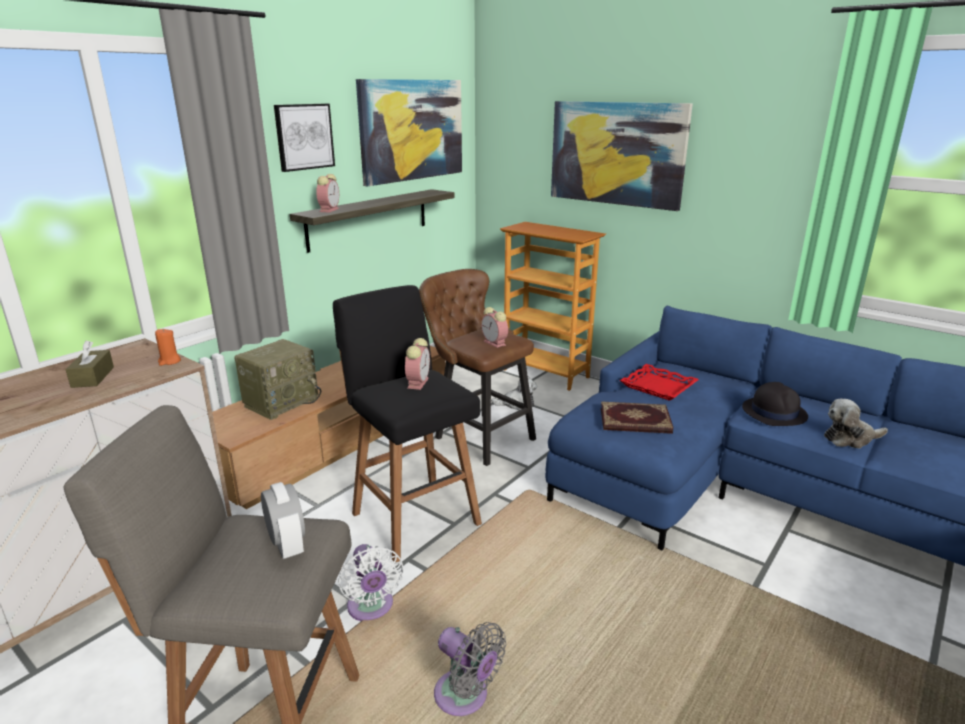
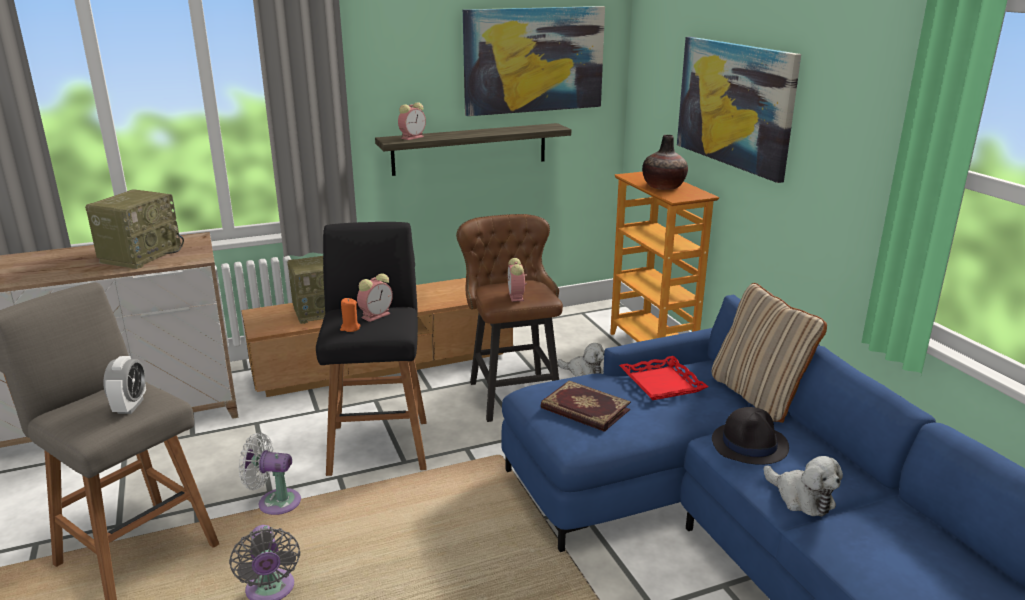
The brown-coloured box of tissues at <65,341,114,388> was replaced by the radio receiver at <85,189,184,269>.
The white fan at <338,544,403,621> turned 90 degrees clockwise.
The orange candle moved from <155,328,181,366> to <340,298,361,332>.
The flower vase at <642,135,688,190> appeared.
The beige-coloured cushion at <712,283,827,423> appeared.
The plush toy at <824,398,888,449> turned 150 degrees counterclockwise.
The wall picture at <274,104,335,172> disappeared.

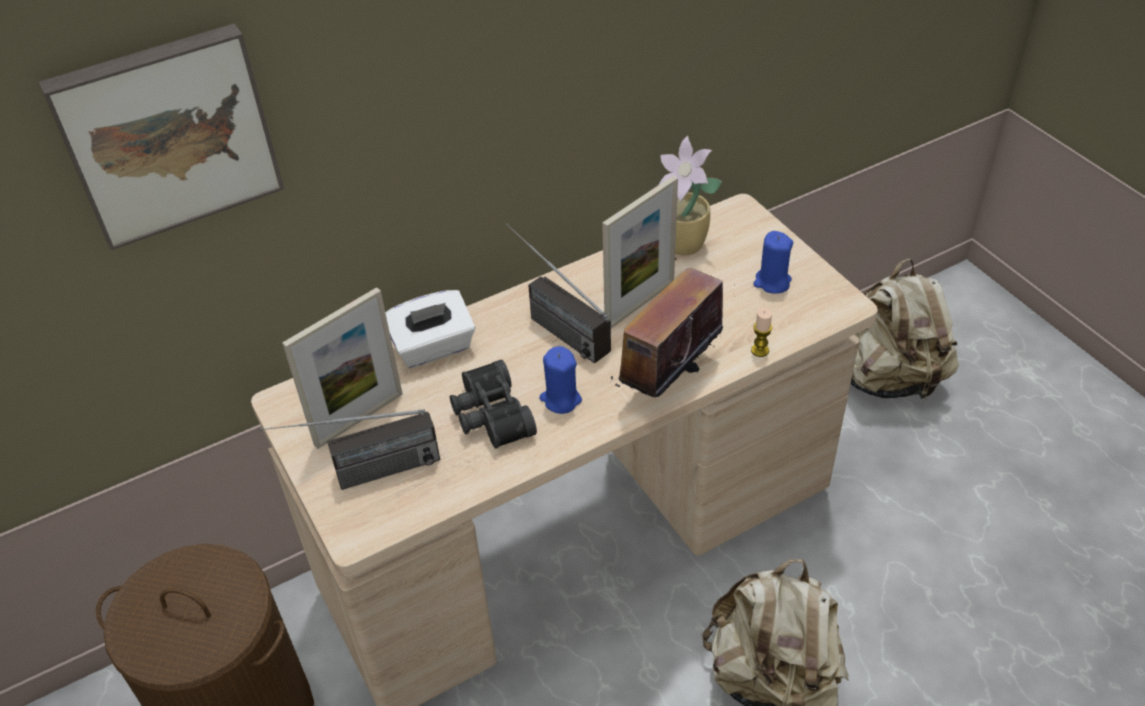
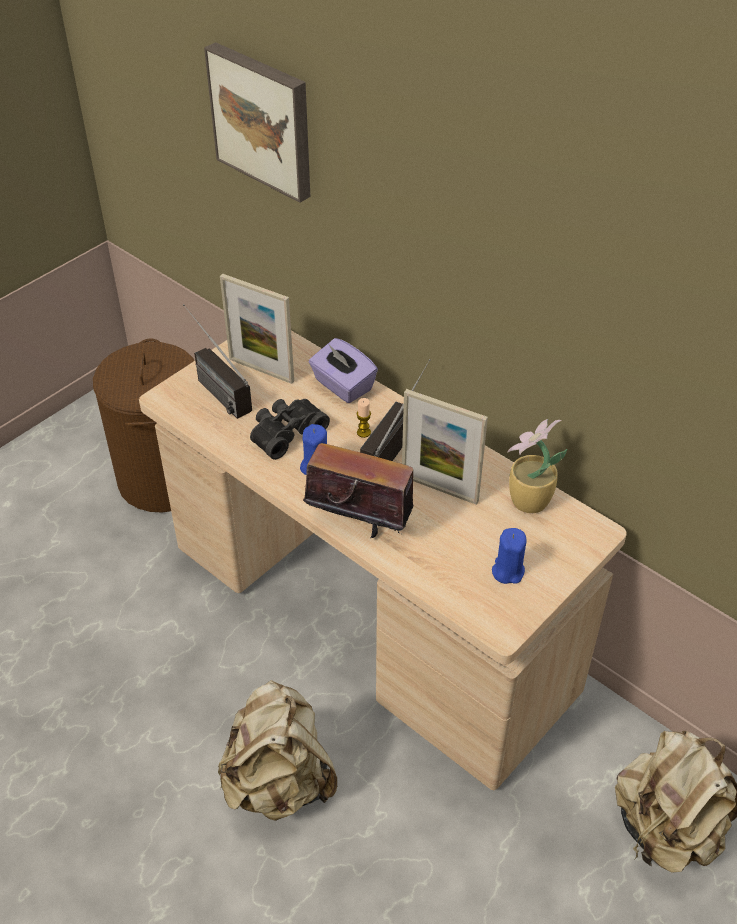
The white box of tissues at <385,290,475,368> became the purple-coloured box of tissues at <309,338,378,403>.
The candle moved from <751,307,772,357> to <357,398,371,438>.

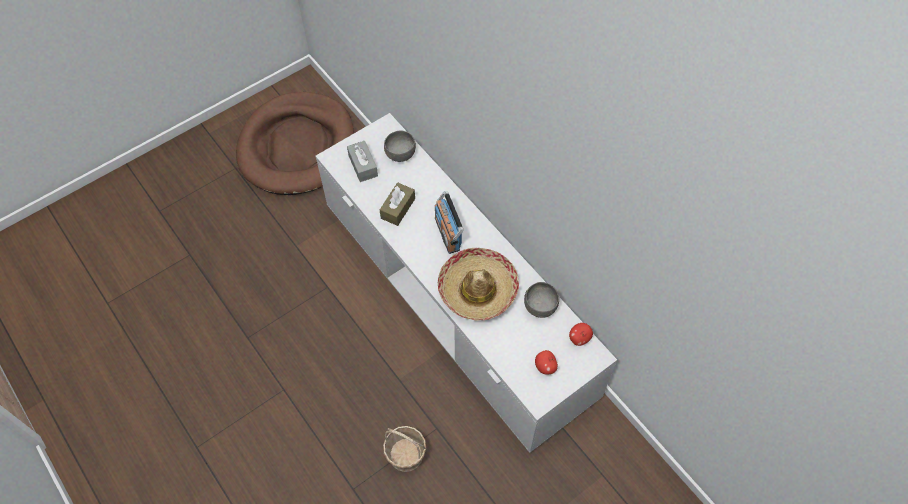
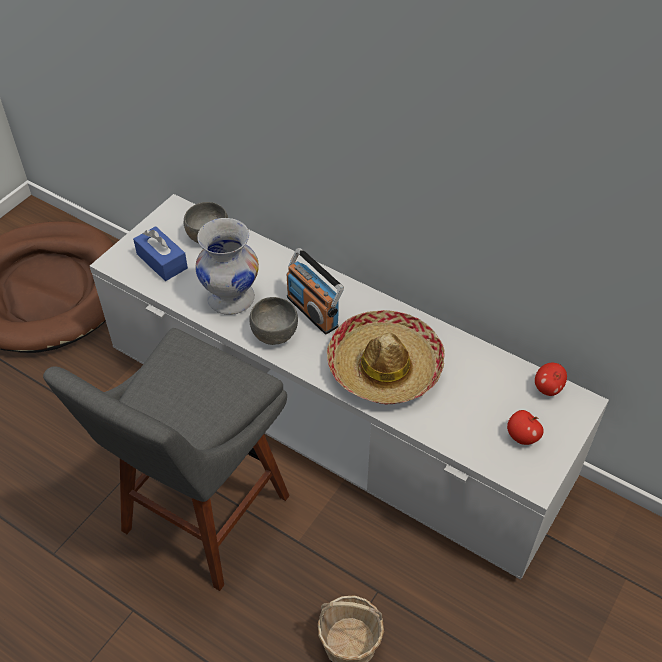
The greyish stool at <43,328,290,591> appeared.
The greyish box of tissues at <347,141,378,182> became the blue box of tissues at <133,226,188,281>.
The brown-coloured box of tissues at <380,183,415,226> was replaced by the white flower vase at <195,218,259,315>.
The greyish serving bowl moved from <524,282,559,318> to <249,297,298,345>.

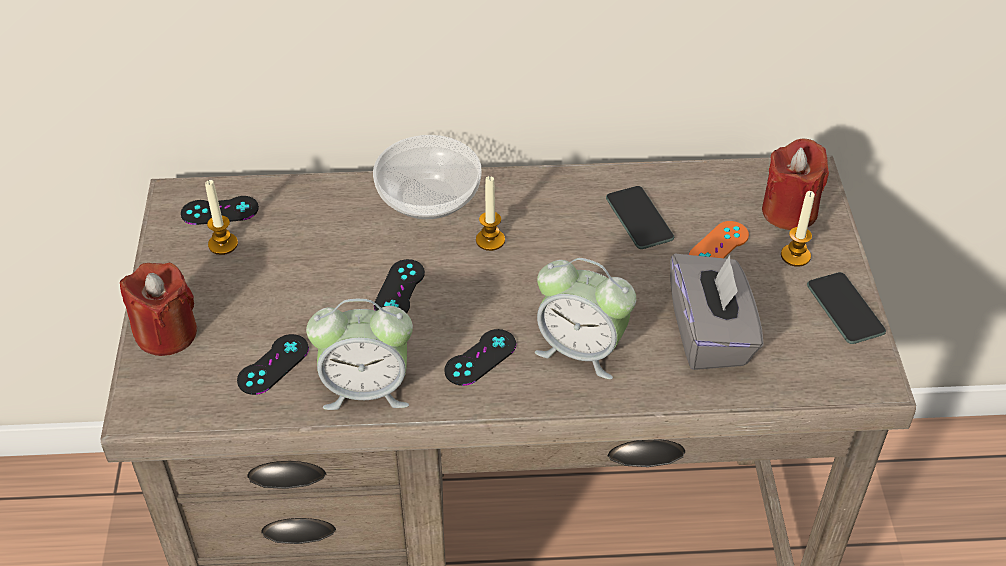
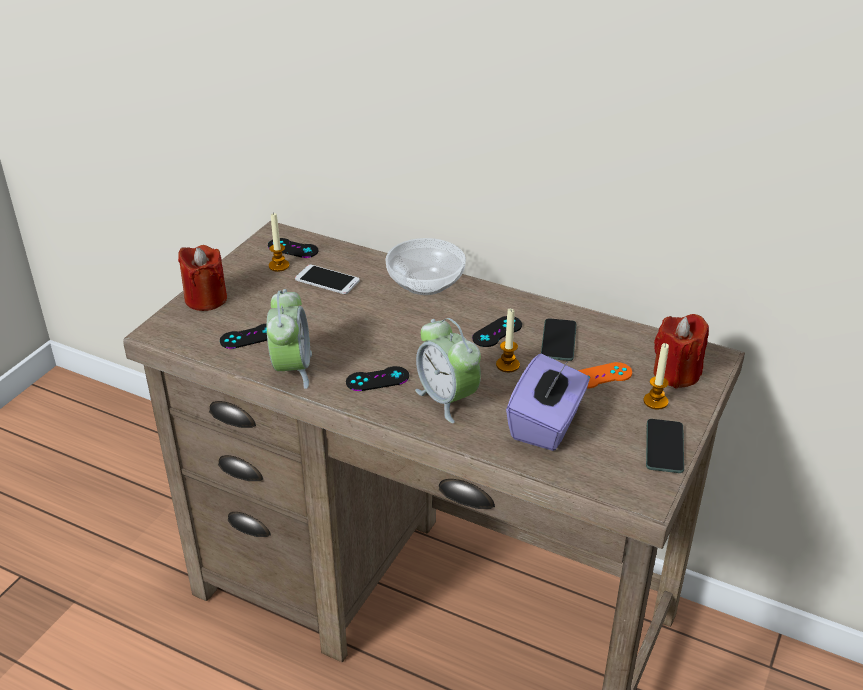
The table clock at <306,299,413,410> turned 120 degrees counterclockwise.
The telephone at <295,264,360,294> appeared.
The blackish game controller moved from <374,259,425,313> to <472,316,522,347>.
The candle moved from <476,176,505,251> to <496,309,520,372>.
The greyish box of tissues at <670,254,763,370> became the purple-coloured box of tissues at <506,354,590,451>.

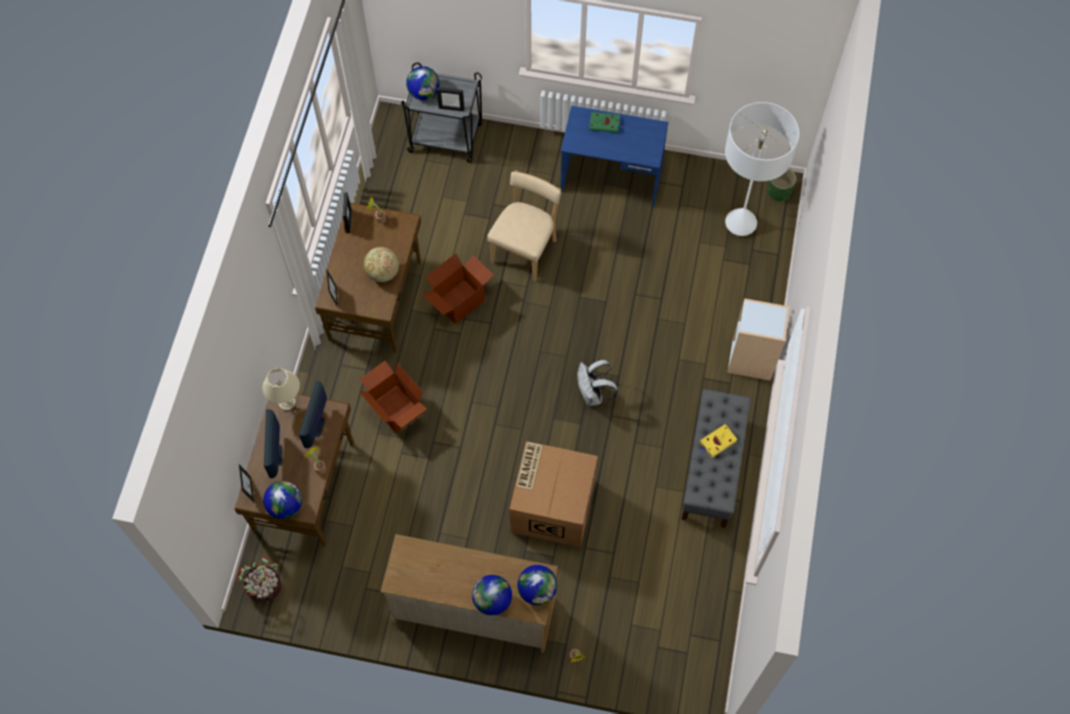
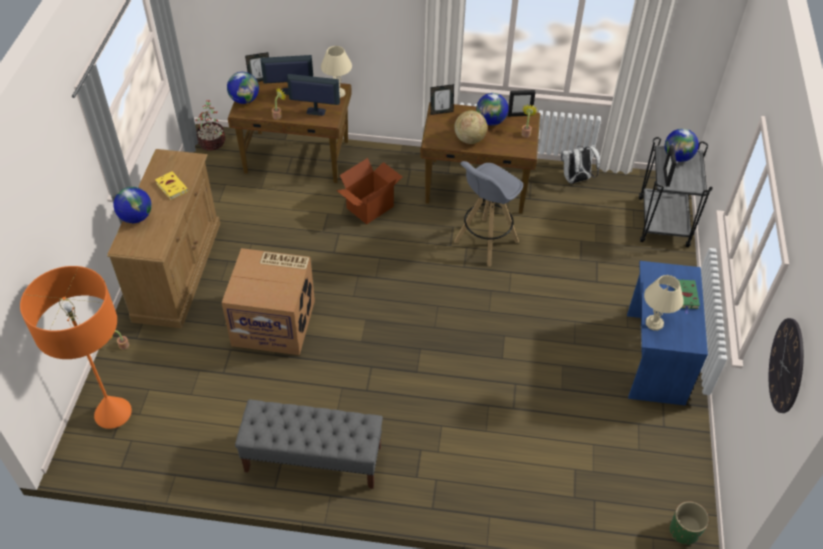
The orange standing lamp at <20,266,132,429> appeared.
The yellow-coloured book moved from <699,424,738,458> to <155,172,188,200>.
The cardboard box at <422,253,494,324> was replaced by the greyish stool at <454,161,523,267>.
The globe moved from <517,565,557,605> to <476,93,509,125>.
The white backpack moved from <577,359,618,406> to <561,145,600,184>.
The beige-coloured lamp for a table at <644,275,684,331> appeared.
The hanging clock at <769,318,804,413> appeared.
The beige-coloured upright chair at <487,171,561,281> disappeared.
The white standing lamp at <725,102,799,236> disappeared.
The bookshelf at <727,298,790,381> disappeared.

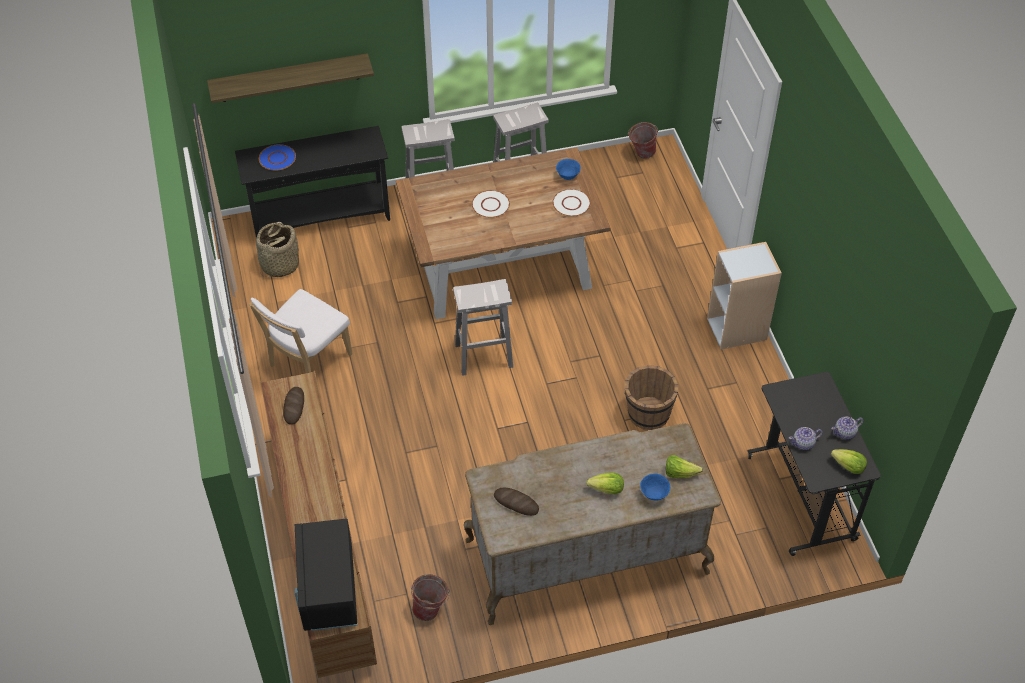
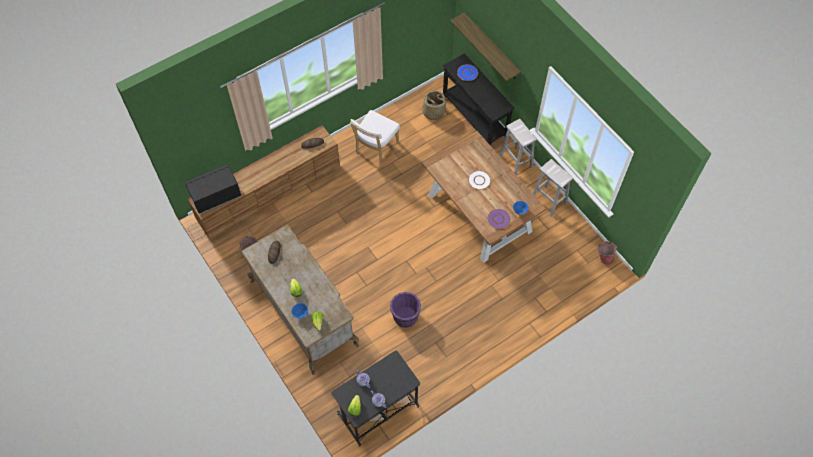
The white upright chair at <249,289,353,373> turned 75 degrees counterclockwise.
The brown-coloured water bucket at <625,365,678,430> became the purple-coloured water bucket at <390,292,421,328>.
The white plate at <552,189,591,217> became the purple-coloured plate at <487,209,511,229>.
The white stool at <453,279,513,376> disappeared.
The bookshelf at <707,242,782,350> disappeared.

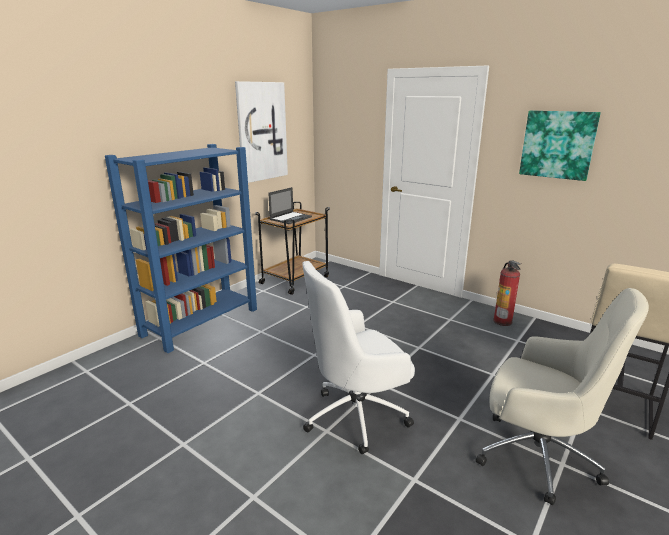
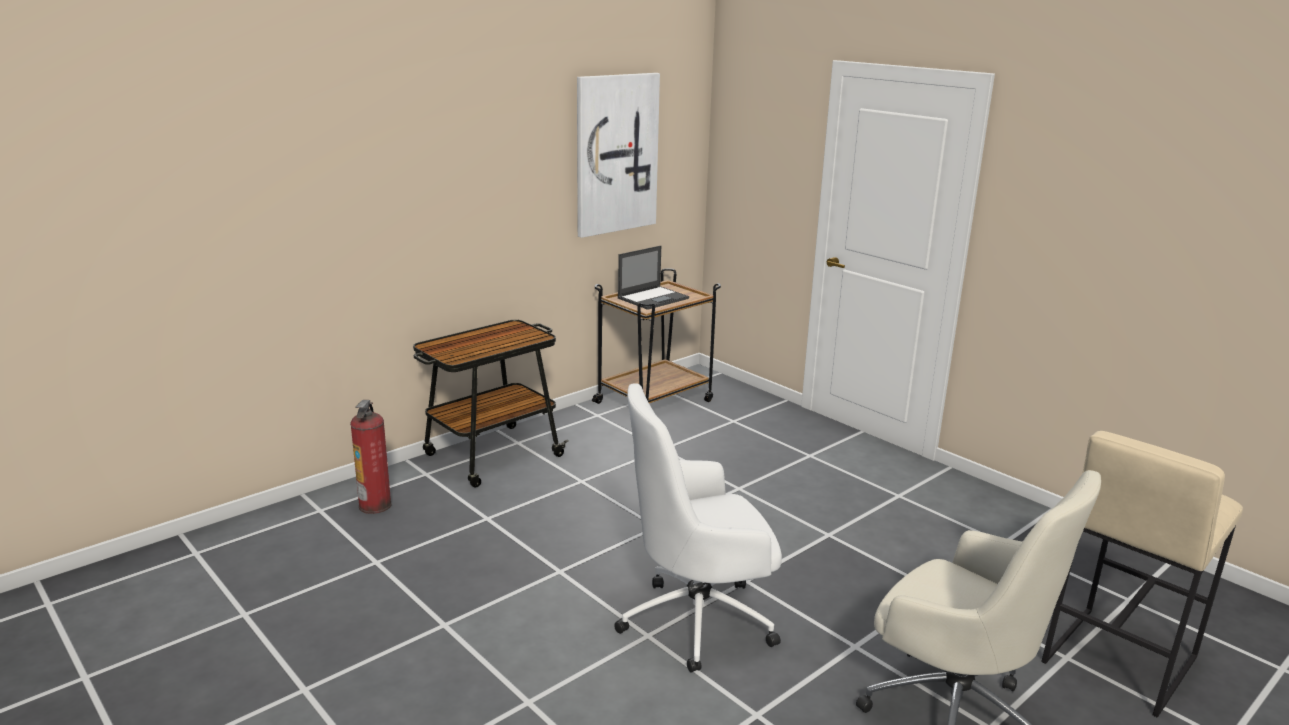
The fire-fighting cylinder moved from <493,260,521,326> to <350,400,392,514>.
The blue bookshelf at <105,144,257,353> was replaced by the cart at <413,320,569,488>.
The wall picture at <519,110,601,181> disappeared.

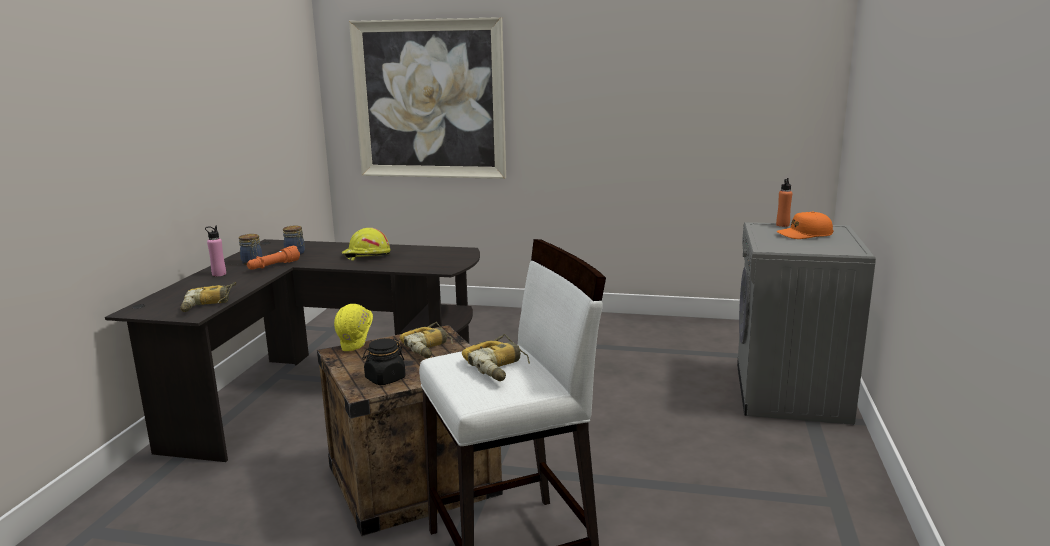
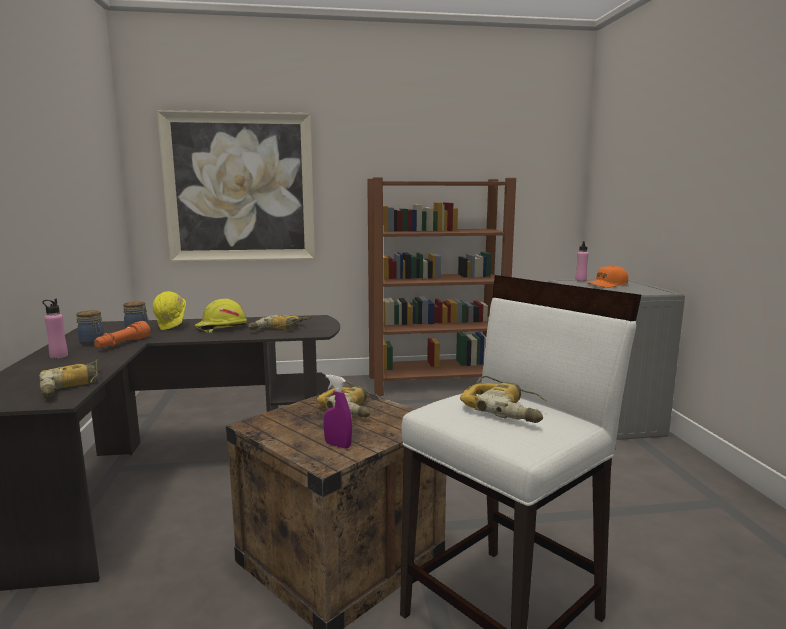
The yellow-coloured safety helmet moved from <334,304,373,352> to <153,291,186,330>.
The electric drill at <248,315,311,331> appeared.
The blackish preserve jar at <362,338,406,385> was replaced by the purple-coloured sprayer at <323,375,352,449>.
The brown-coloured bookshelf at <367,177,516,396> appeared.
The orange beverage bottle at <776,178,792,227> became the pink beverage bottle at <576,241,589,281>.

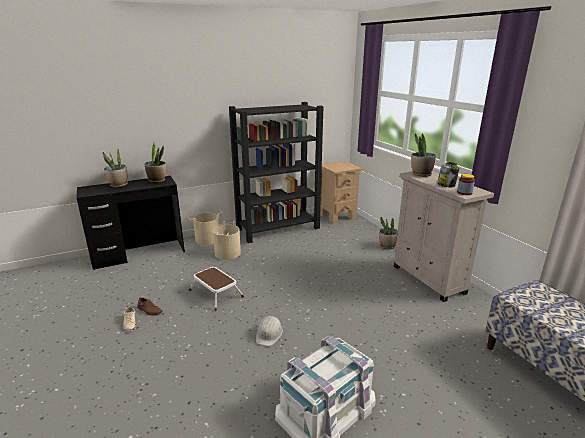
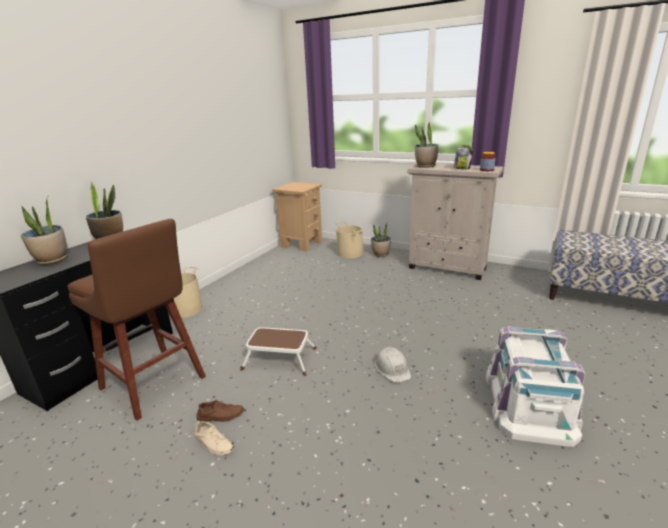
The brown-coloured stool at <67,219,206,421> appeared.
The beige-coloured water bucket moved from <213,220,241,260> to <335,221,364,259>.
The blackish bookshelf at <229,102,323,243> disappeared.

